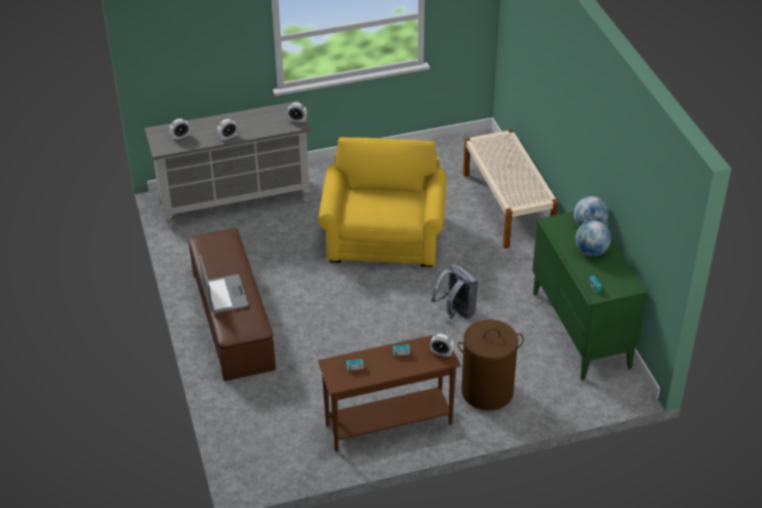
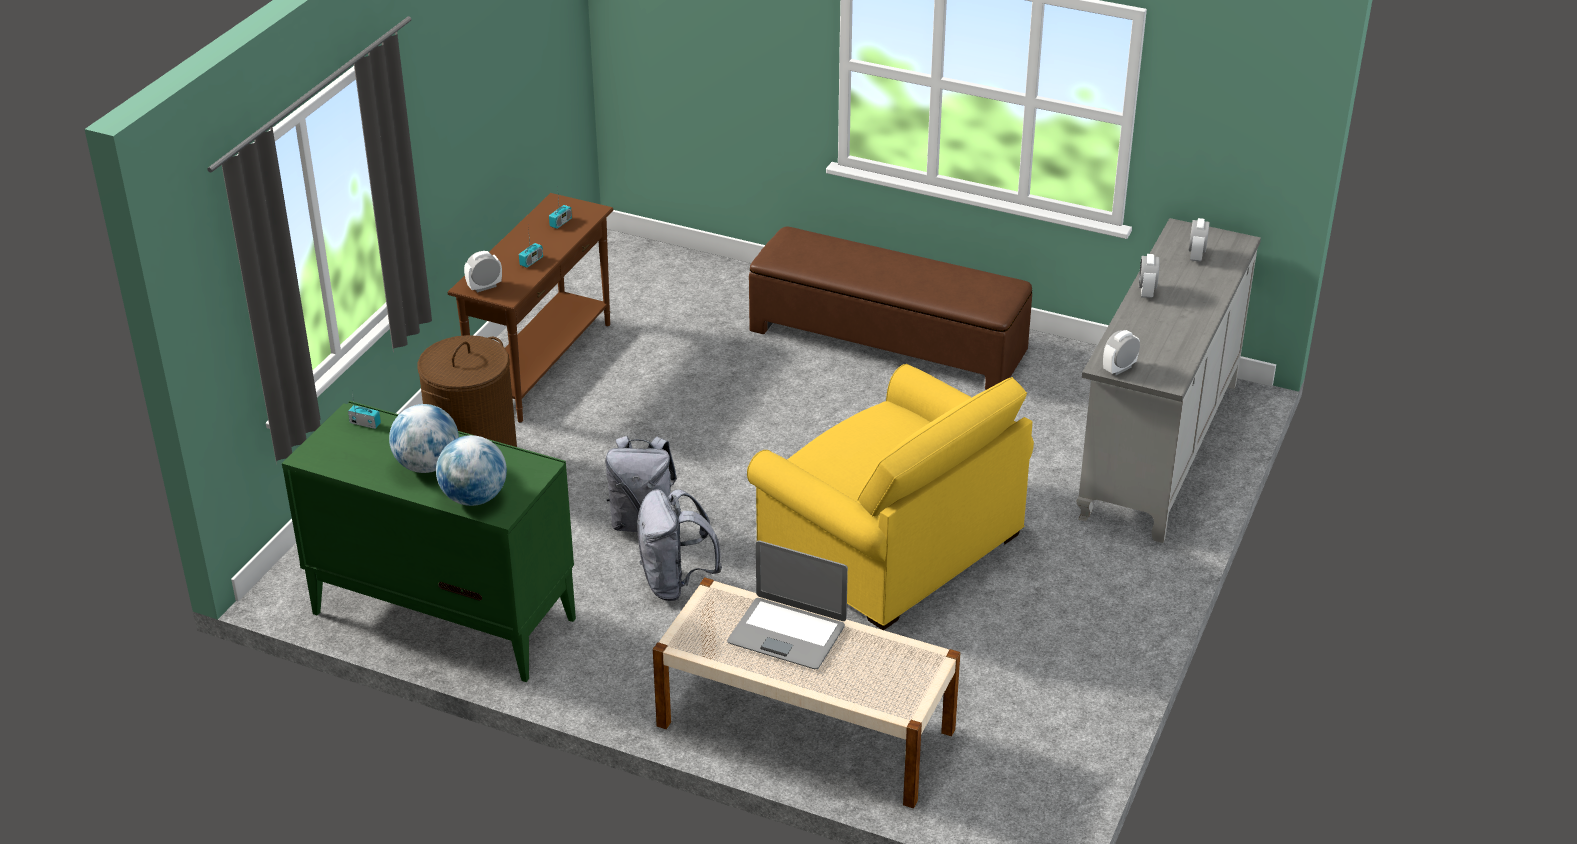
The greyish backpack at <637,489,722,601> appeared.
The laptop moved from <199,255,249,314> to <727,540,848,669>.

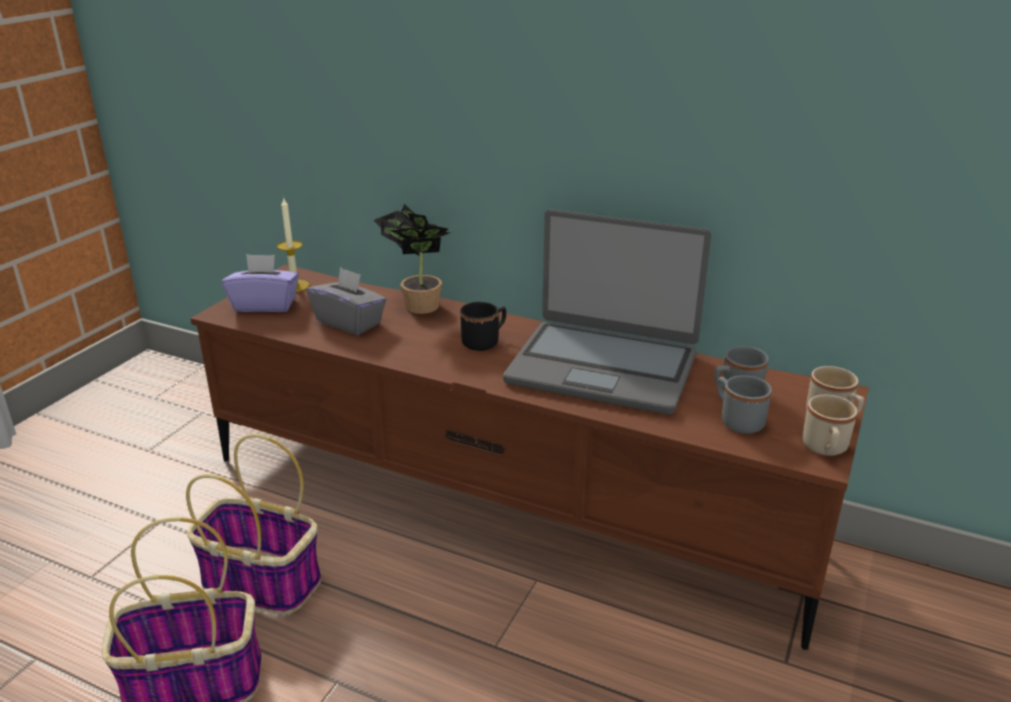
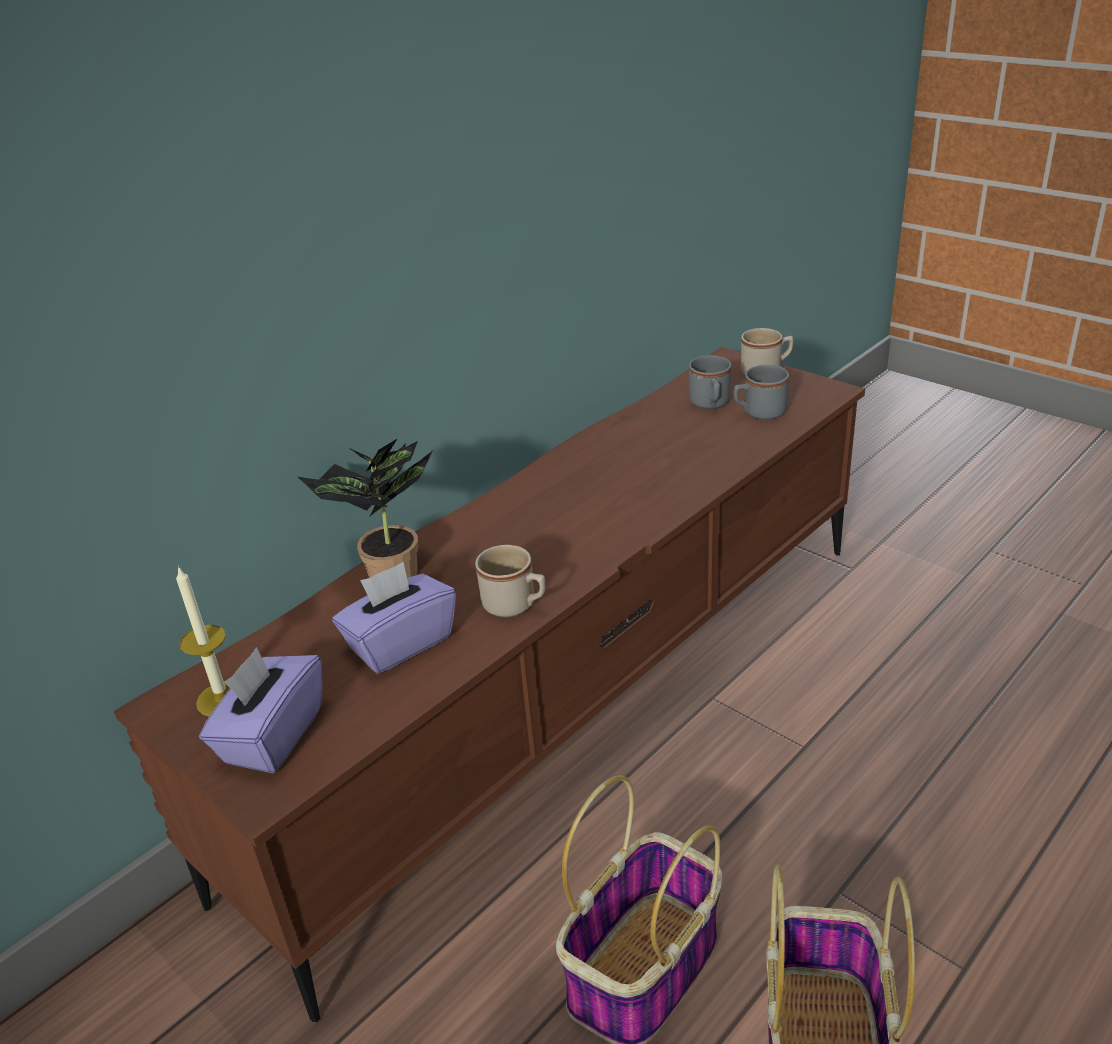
The greyish box of tissues at <307,267,387,335> became the purple-coloured box of tissues at <332,562,456,674>.
The beige-coloured mug moved from <802,395,857,456> to <475,545,546,617>.
The blackish mug at <460,302,506,351> disappeared.
The laptop at <503,209,711,415> disappeared.

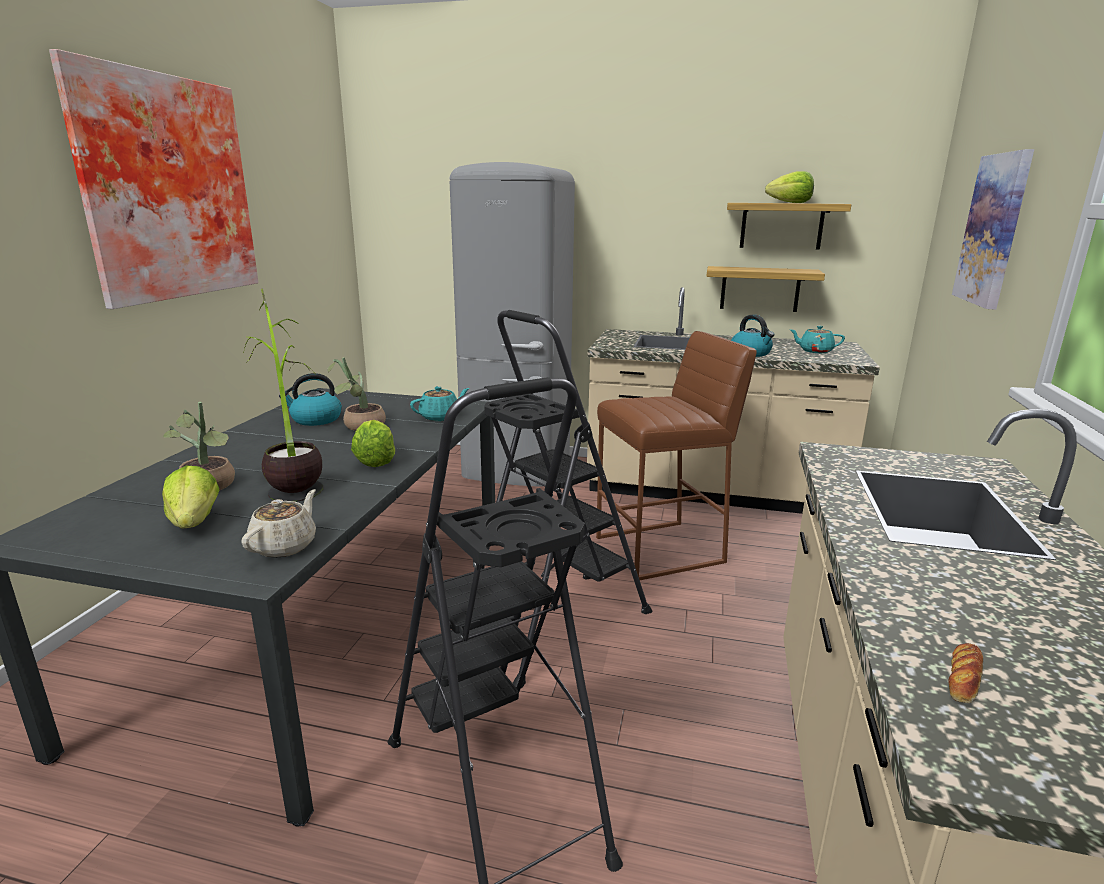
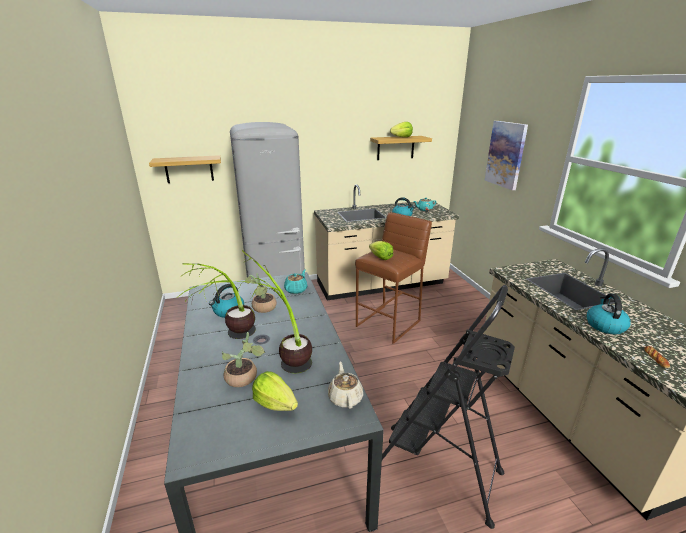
The shelf moved from <707,266,825,312> to <149,155,221,183>.
The houseplant at <177,263,256,339> appeared.
The lettuce head moved from <351,420,395,467> to <369,241,393,260>.
The tea kettle at <586,293,631,334> appeared.
The wall picture at <49,49,259,309> disappeared.
The step ladder at <481,310,652,688> disappeared.

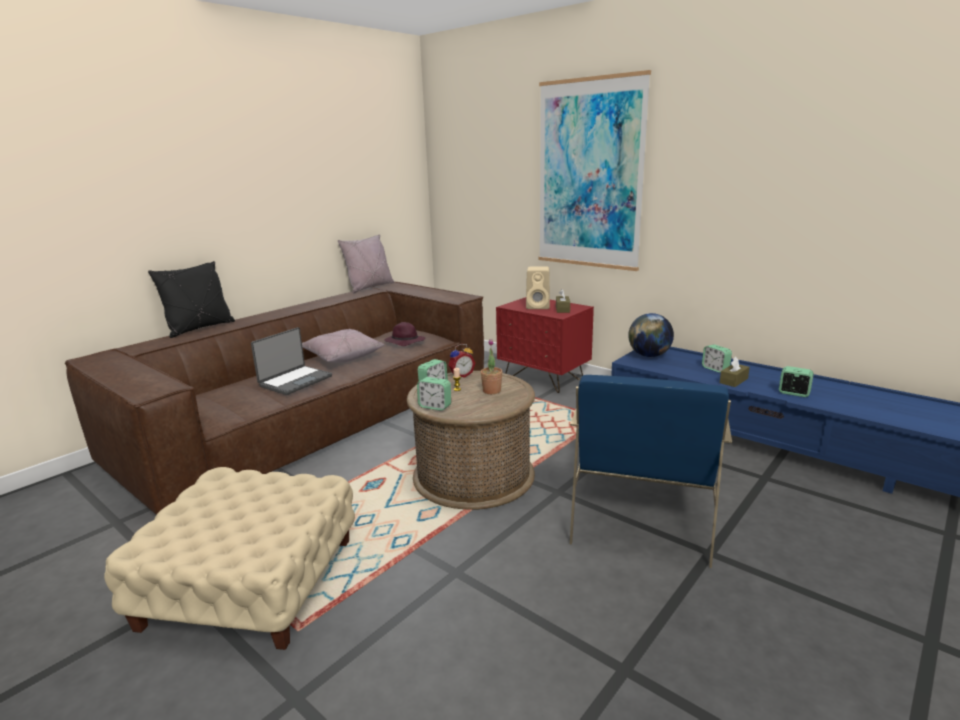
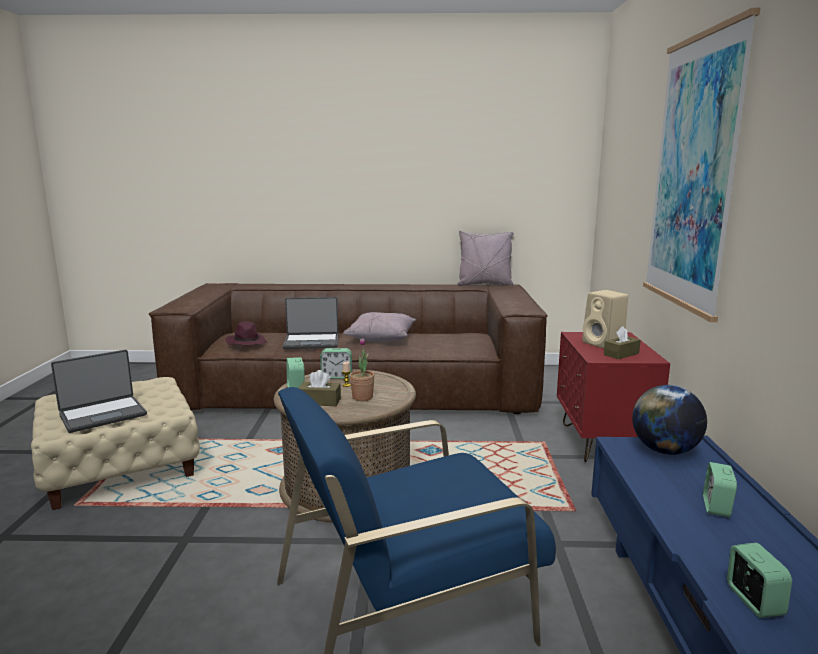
The laptop at <51,350,147,433> appeared.
The purple-coloured clothing hat moved from <384,322,425,346> to <225,321,267,345>.
The brown-coloured box of tissues moved from <720,357,750,387> to <299,370,341,406>.
The blackish cushion at <148,261,235,338> disappeared.
The table clock at <448,344,475,378> disappeared.

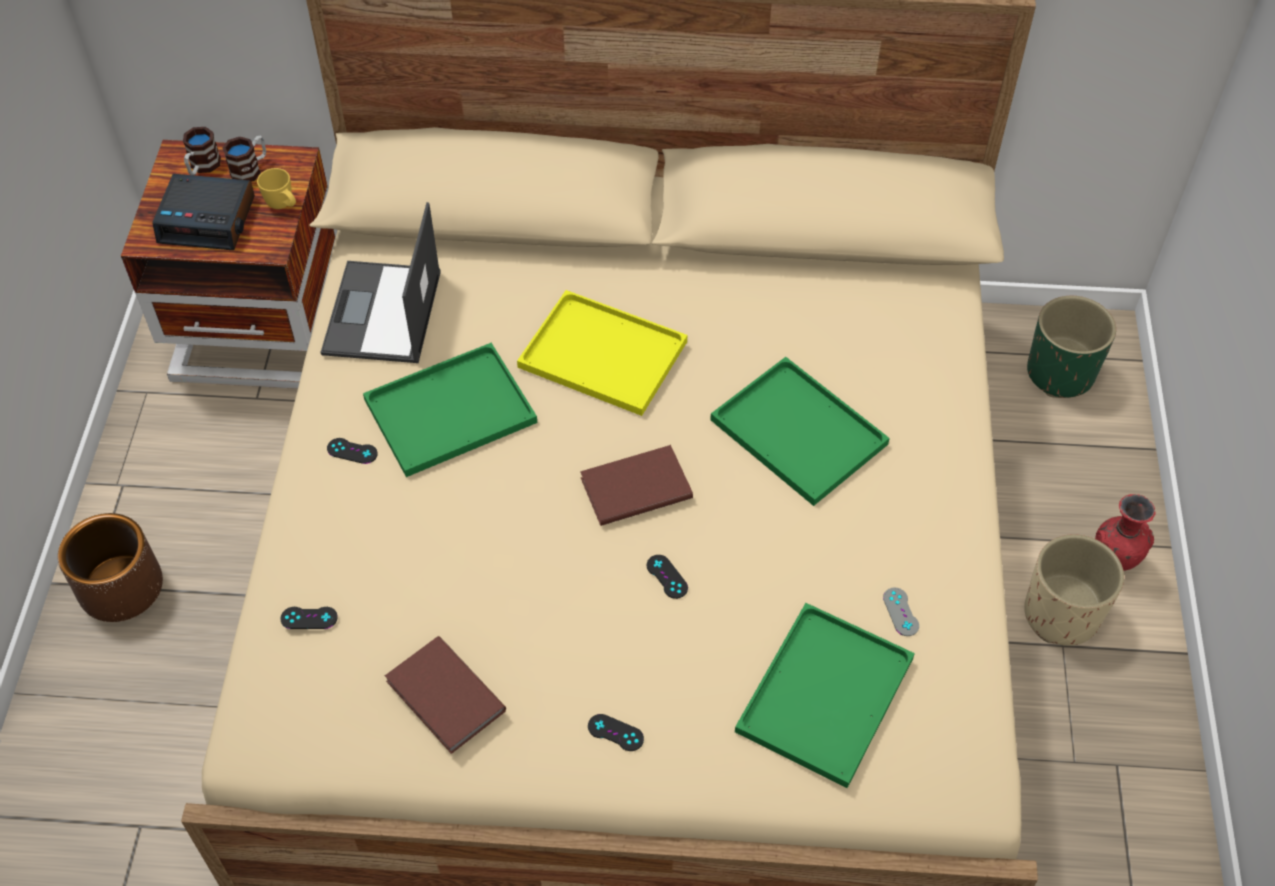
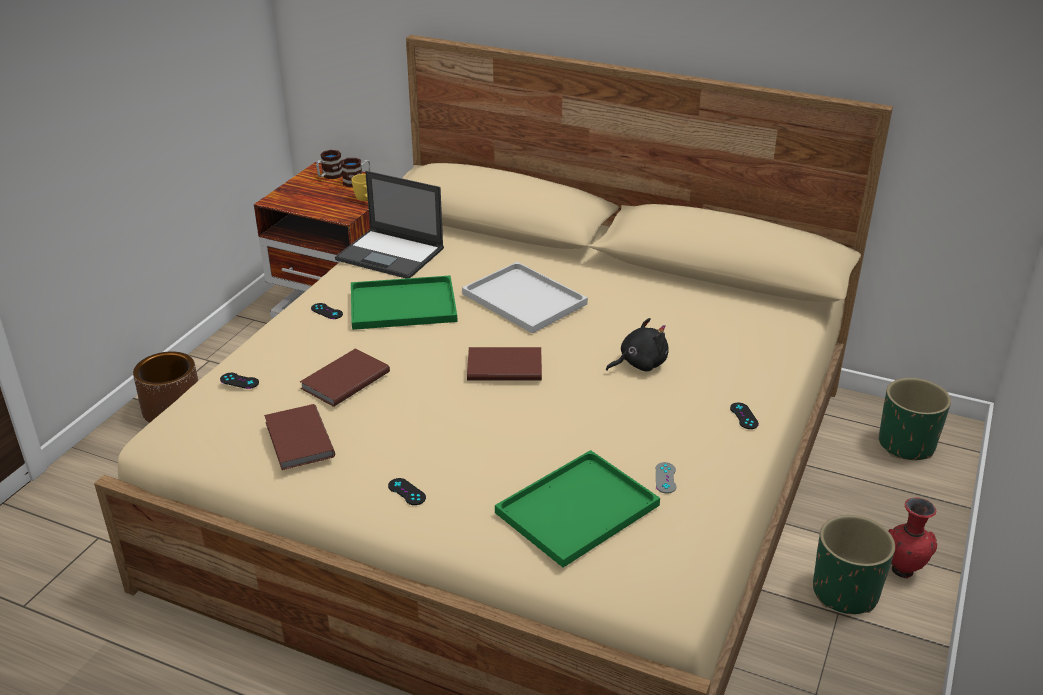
The brown-coloured book at <300,348,390,407> appeared.
The laptop at <320,202,441,363> turned 90 degrees counterclockwise.
The yellow-coloured serving tray at <517,290,687,416> became the white serving tray at <462,262,588,334>.
The green-coloured serving tray at <710,357,890,506> was replaced by the blackish plush toy at <606,318,669,372>.
The blackish game controller moved from <647,555,688,599> to <730,403,759,429>.
The beige-coloured flower pot at <1024,534,1124,646> became the green-coloured flower pot at <813,515,895,614>.
The table clock at <152,174,255,250> disappeared.

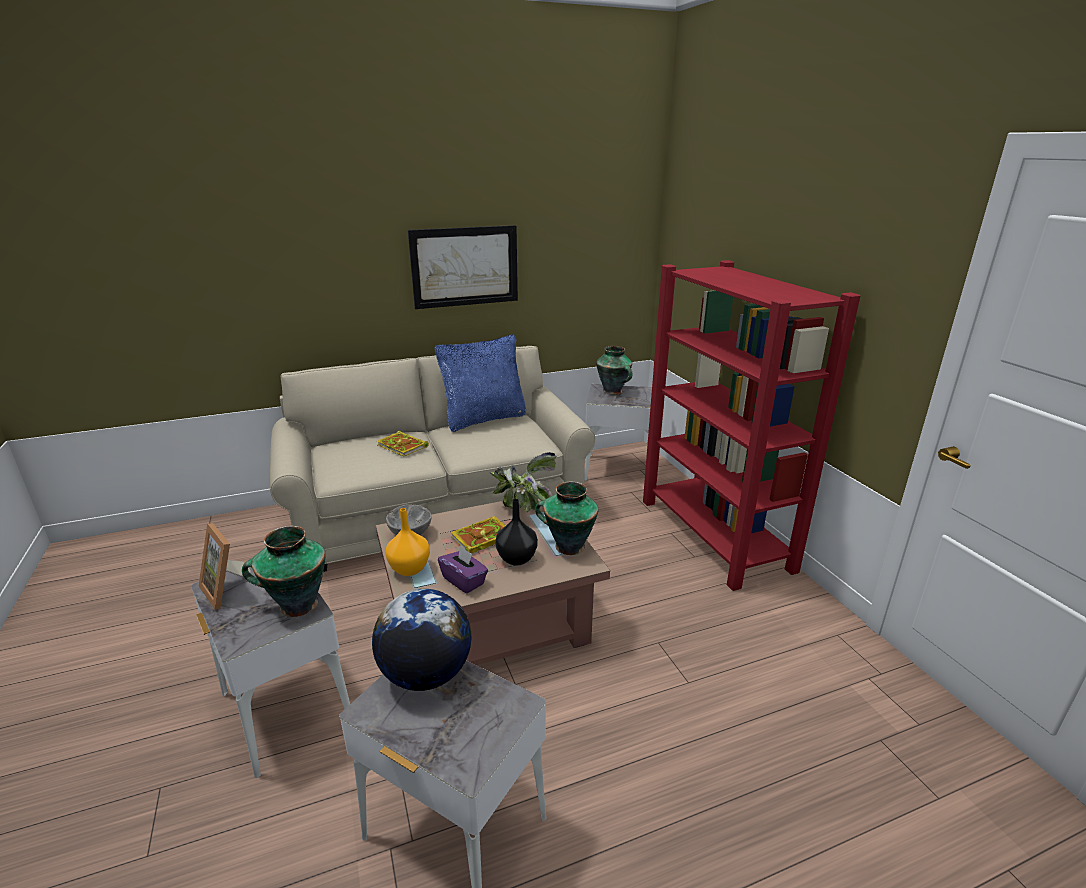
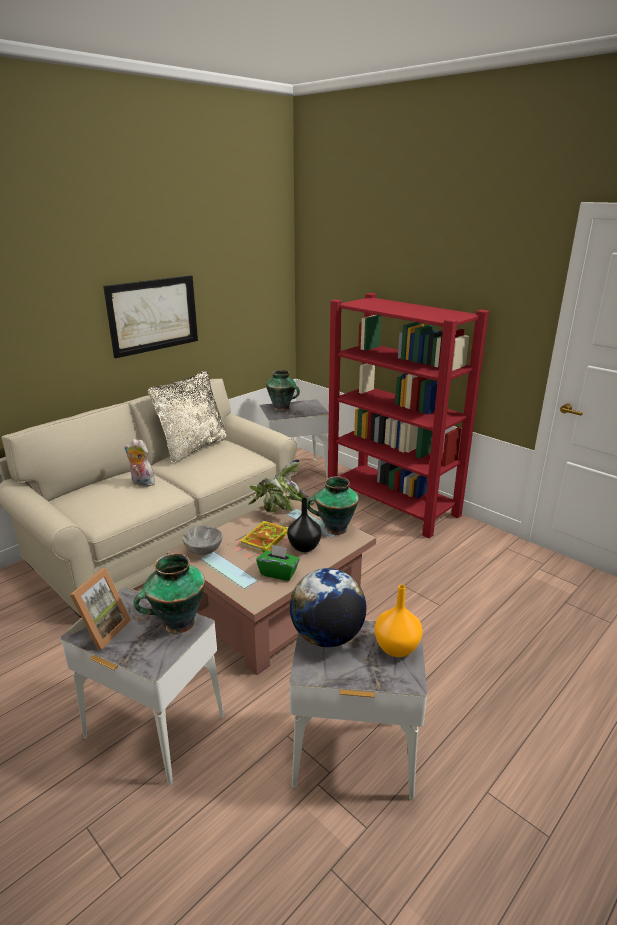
The picture frame at <199,523,251,610> turned 90 degrees counterclockwise.
The book at <377,431,429,457> was replaced by the plush toy at <124,439,155,487>.
The blue cushion at <434,335,526,432> became the beige-coloured cushion at <148,370,226,463>.
The purple-coloured box of tissues at <438,545,488,594> became the green-coloured box of tissues at <256,544,300,581>.
The orange flower vase moved from <386,508,430,576> to <375,585,422,657>.

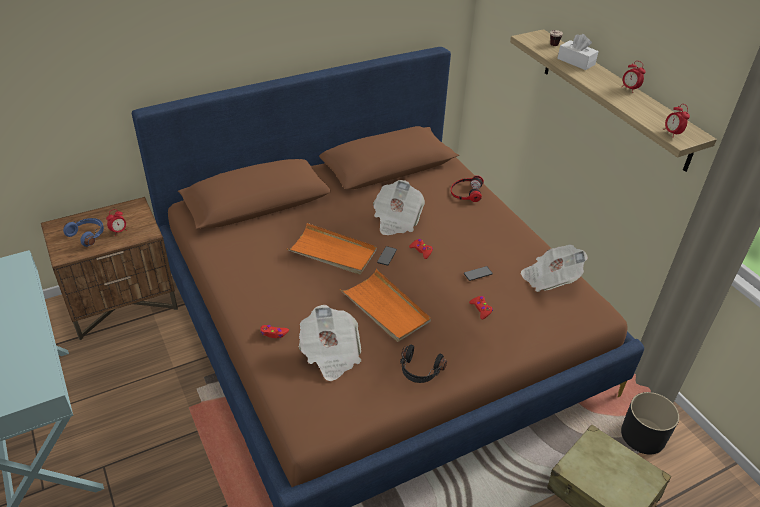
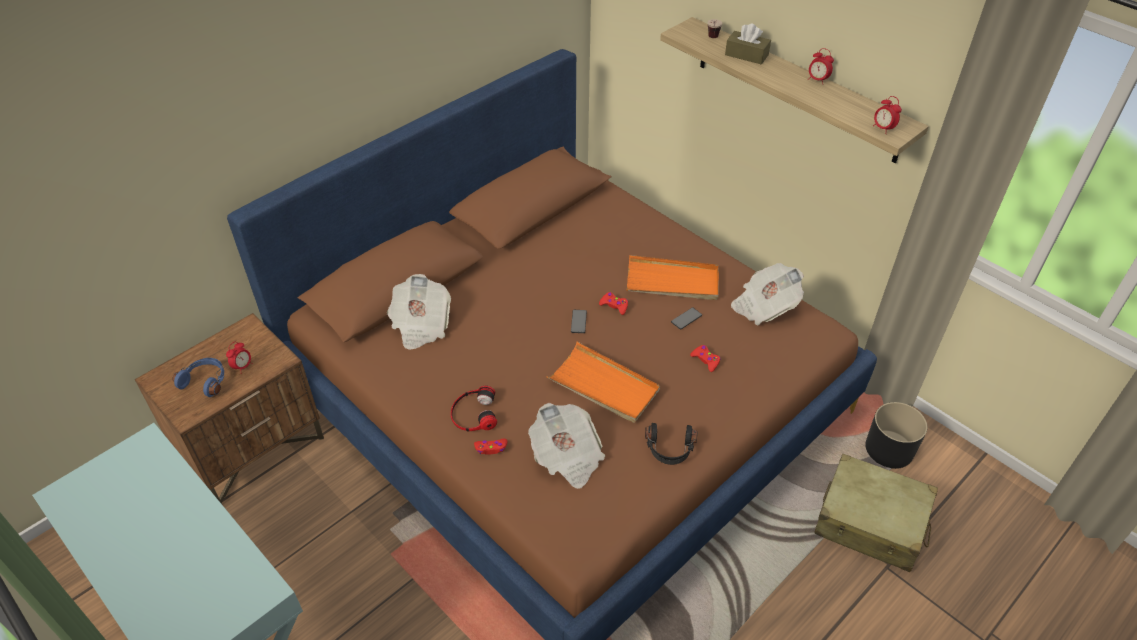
The newspaper moved from <373,180,425,235> to <387,274,451,350>.
The headphones moved from <451,176,484,202> to <451,386,497,431>.
The orange serving tray moved from <287,223,377,275> to <627,255,719,300>.
The white box of tissues at <557,34,599,70> became the brown-coloured box of tissues at <725,23,771,64>.

